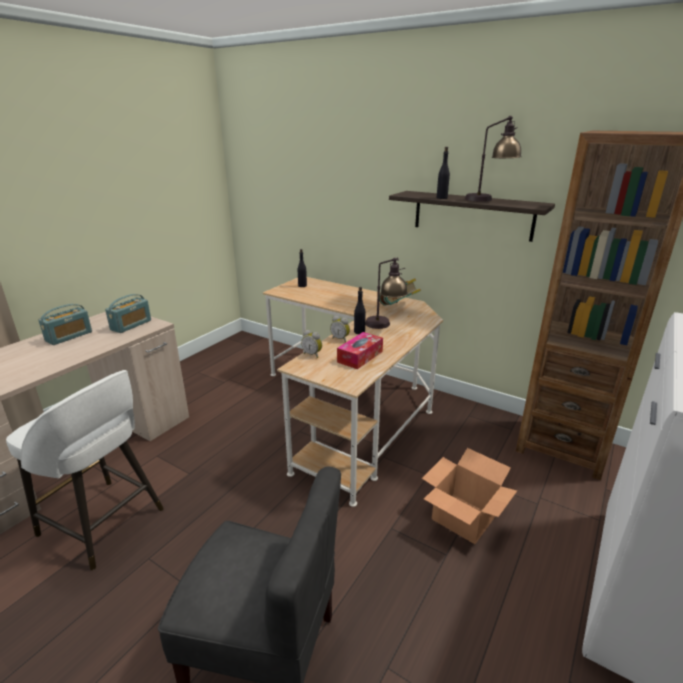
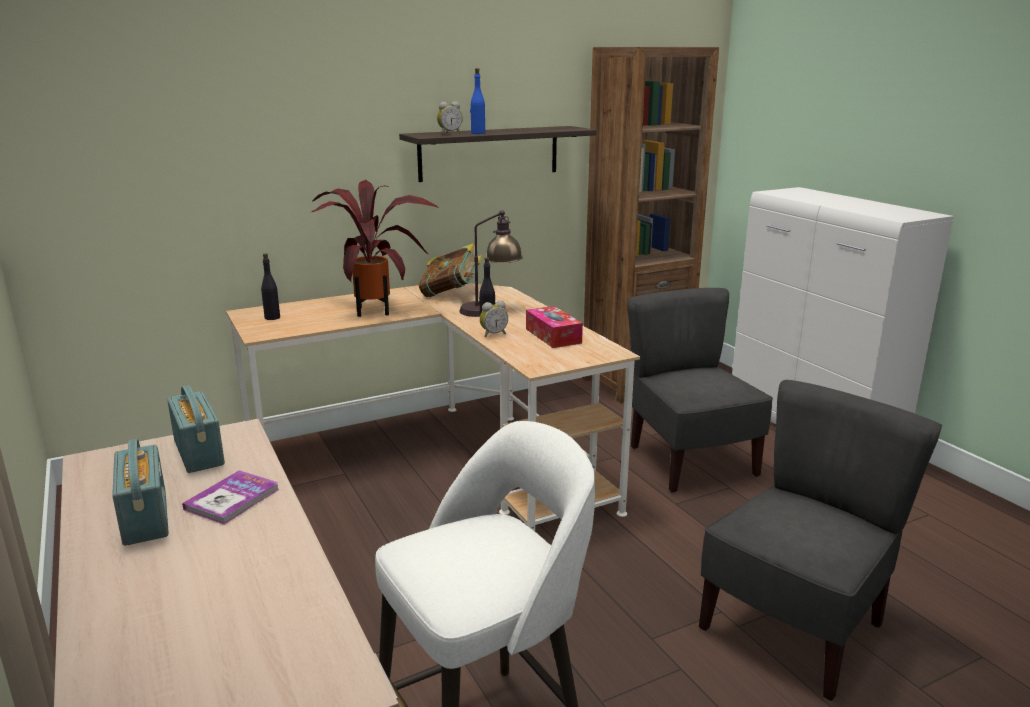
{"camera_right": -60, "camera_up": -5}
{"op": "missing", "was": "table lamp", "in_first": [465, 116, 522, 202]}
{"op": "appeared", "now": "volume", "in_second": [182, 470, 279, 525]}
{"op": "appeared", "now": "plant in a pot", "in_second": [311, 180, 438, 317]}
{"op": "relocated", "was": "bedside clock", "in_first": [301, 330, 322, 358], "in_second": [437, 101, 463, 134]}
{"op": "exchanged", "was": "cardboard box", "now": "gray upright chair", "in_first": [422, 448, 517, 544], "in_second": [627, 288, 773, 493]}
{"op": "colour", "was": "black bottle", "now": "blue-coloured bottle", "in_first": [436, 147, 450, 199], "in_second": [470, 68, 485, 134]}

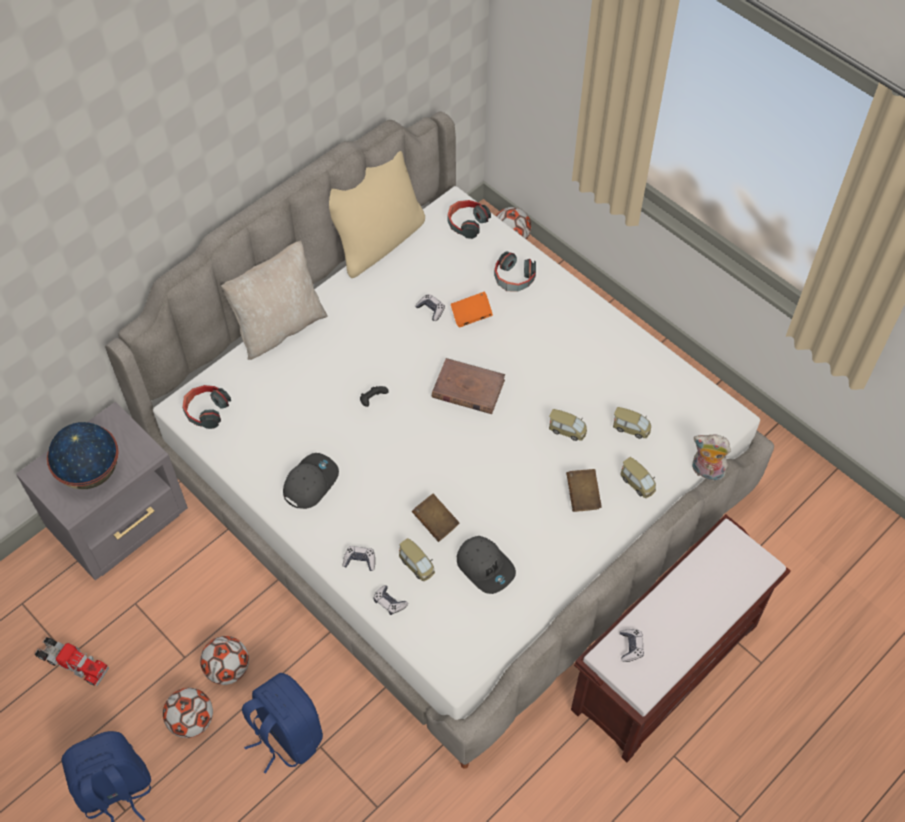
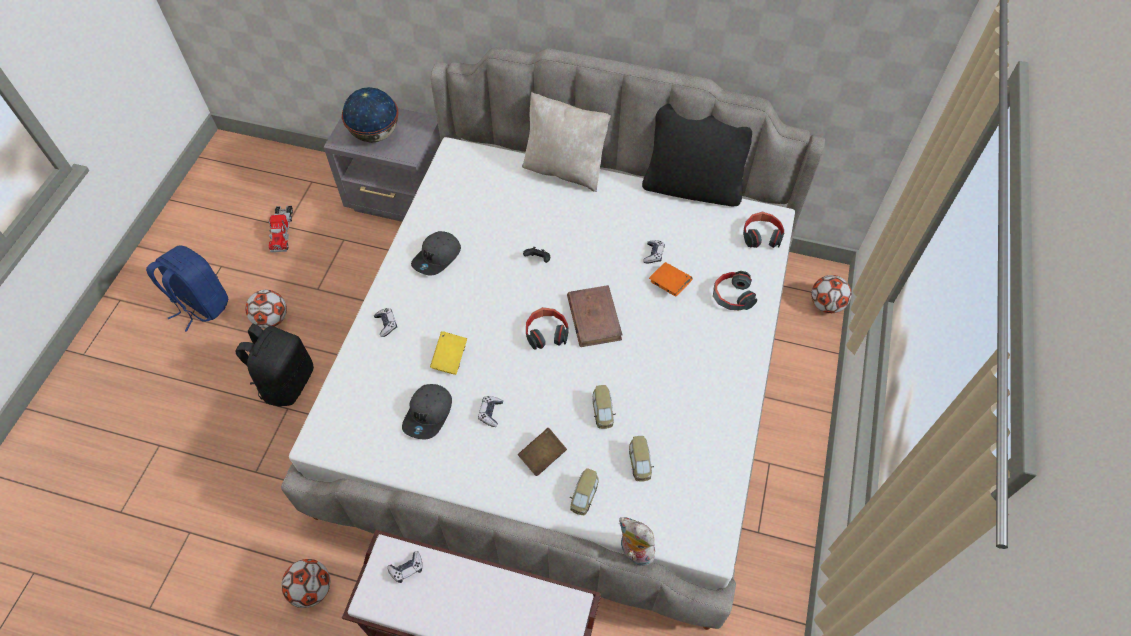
{"camera_right": 60, "camera_up": 0}
{"op": "missing", "was": "toy car", "in_first": [399, 538, 435, 581]}
{"op": "relocated", "was": "headphones", "in_first": [182, 385, 231, 429], "in_second": [526, 307, 569, 350]}
{"op": "relocated", "was": "ball for football", "in_first": [200, 636, 249, 685], "in_second": [282, 559, 330, 608]}
{"op": "relocated", "was": "gamepad", "in_first": [373, 585, 408, 615], "in_second": [478, 396, 503, 427]}
{"op": "colour", "was": "blue-coloured knapsack", "now": "black knapsack", "in_first": [242, 673, 323, 774], "in_second": [235, 324, 314, 407]}
{"op": "colour", "was": "beige-coloured pillow", "now": "black pillow", "in_first": [329, 151, 425, 278], "in_second": [642, 104, 752, 206]}
{"op": "colour", "was": "brown volume", "now": "yellow-coloured volume", "in_first": [412, 494, 460, 542], "in_second": [430, 331, 467, 375]}
{"op": "spun", "was": "gray peaked cap", "in_first": [283, 453, 339, 509], "in_second": [411, 231, 461, 276], "clockwise": 120}
{"op": "spun", "was": "cuddly toy", "in_first": [692, 434, 731, 481], "in_second": [619, 517, 655, 566], "clockwise": -45}

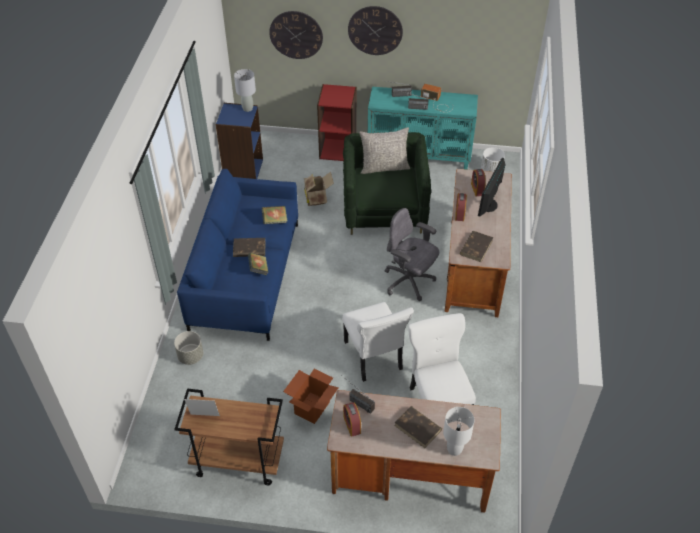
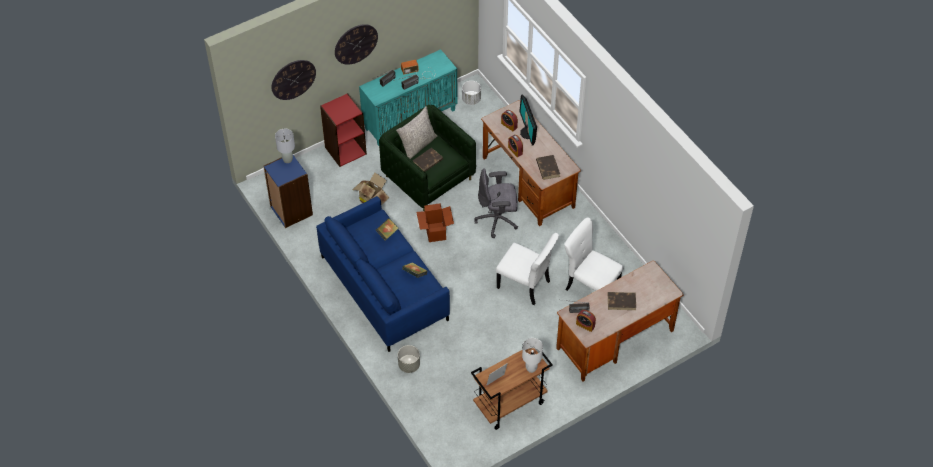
{"camera_right": -40, "camera_up": 5}
{"op": "relocated", "was": "brown volume", "in_first": [233, 238, 266, 257], "in_second": [413, 148, 443, 172]}
{"op": "relocated", "was": "cardboard box", "in_first": [283, 369, 339, 424], "in_second": [416, 203, 454, 242]}
{"op": "relocated", "was": "whitish table lamp", "in_first": [443, 407, 475, 456], "in_second": [522, 338, 543, 373]}

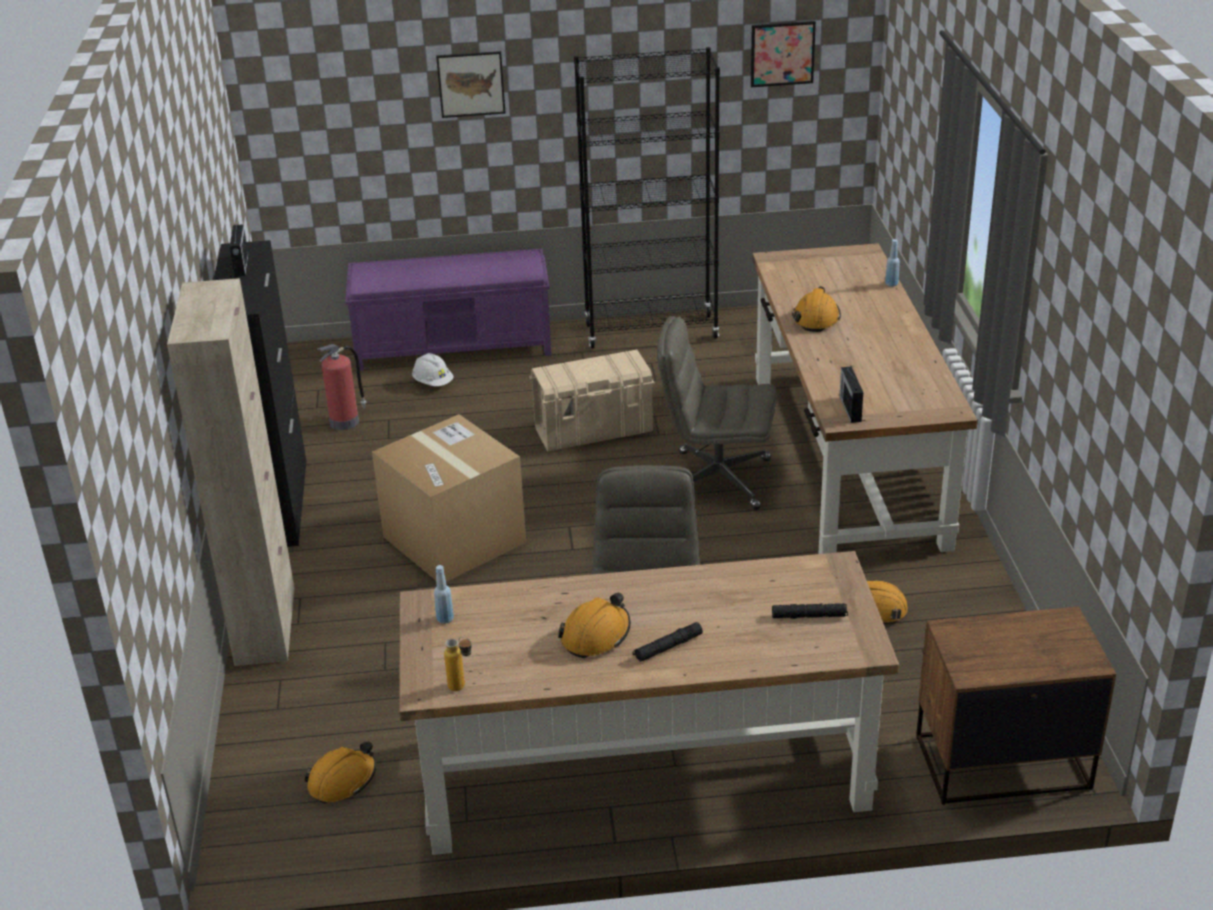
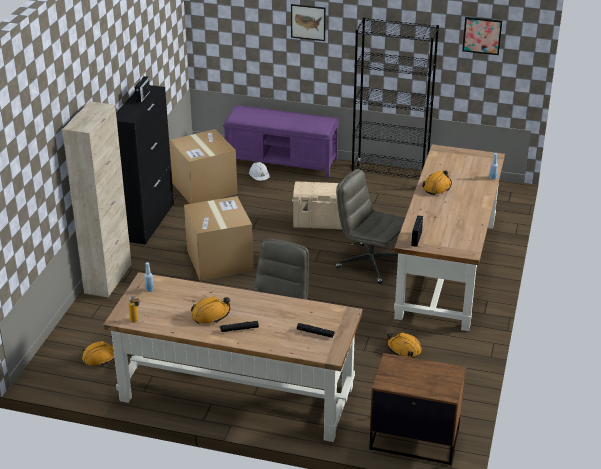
{"camera_right": 20, "camera_up": 0}
{"op": "exchanged", "was": "fire-fighting cylinder", "now": "cardboard box", "in_first": [317, 344, 366, 430], "in_second": [169, 129, 237, 204]}

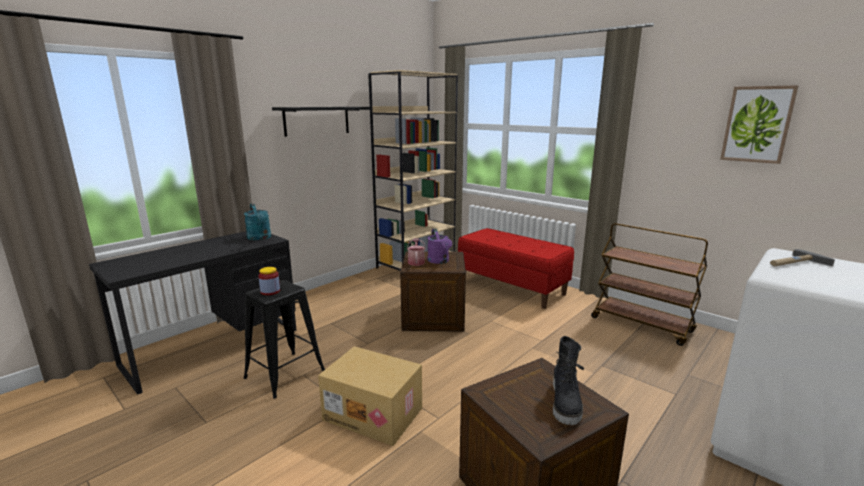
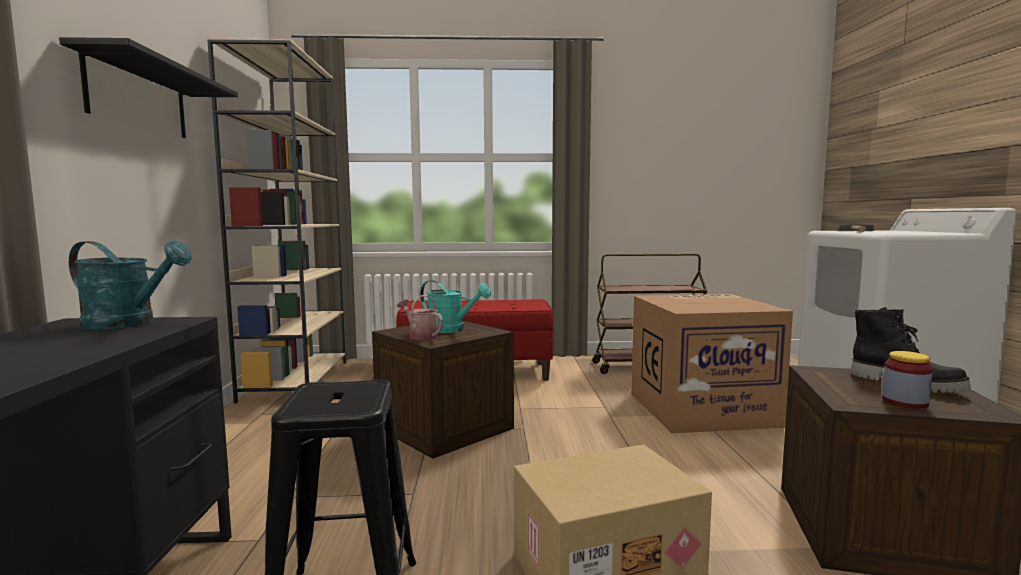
{"camera_right": -45, "camera_up": -10}
{"op": "missing", "was": "picture", "in_first": [720, 85, 798, 164]}
{"op": "appeared", "now": "cardboard box", "in_second": [631, 294, 793, 433]}
{"op": "relocated", "was": "preserve jar", "in_first": [258, 267, 280, 295], "in_second": [882, 351, 933, 409]}
{"op": "colour", "was": "purplish watering can", "now": "turquoise watering can", "in_first": [428, 229, 452, 264], "in_second": [420, 280, 491, 333]}

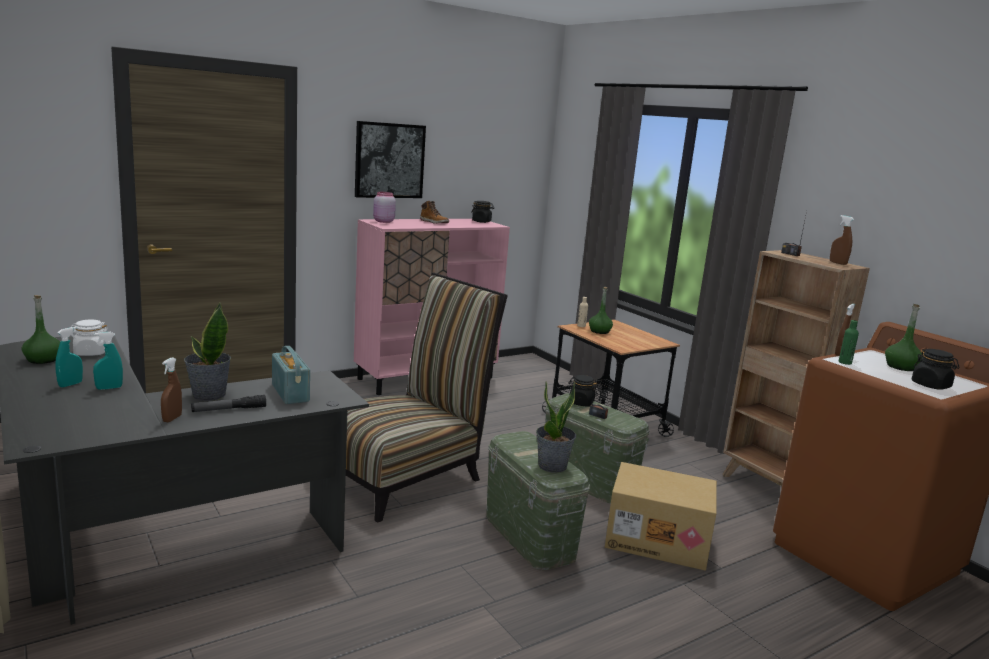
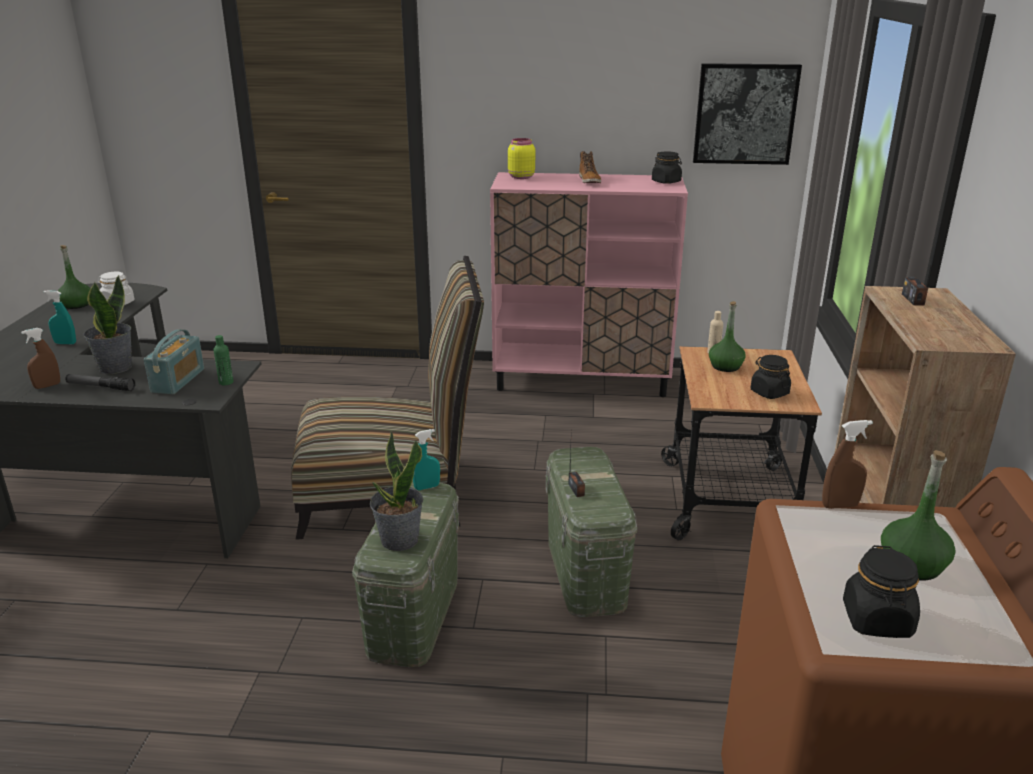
{"camera_right": 40, "camera_up": 10}
{"op": "missing", "was": "cardboard box", "in_first": [605, 462, 717, 571]}
{"op": "missing", "was": "brown hand sprayer", "in_first": [830, 215, 854, 265]}
{"op": "relocated", "was": "turquoise hand sprayer", "in_first": [55, 327, 83, 387], "in_second": [413, 429, 440, 490]}
{"op": "relocated", "was": "picture", "in_first": [355, 121, 426, 198], "in_second": [693, 63, 802, 165]}
{"op": "relocated", "was": "black preserve jar", "in_first": [568, 375, 598, 407], "in_second": [751, 355, 791, 399]}
{"op": "relocated", "was": "greenish bottle", "in_first": [839, 320, 859, 365], "in_second": [213, 335, 234, 385]}
{"op": "colour", "was": "pink preserve jar", "now": "yellow-coloured preserve jar", "in_first": [373, 192, 396, 223], "in_second": [508, 138, 535, 179]}

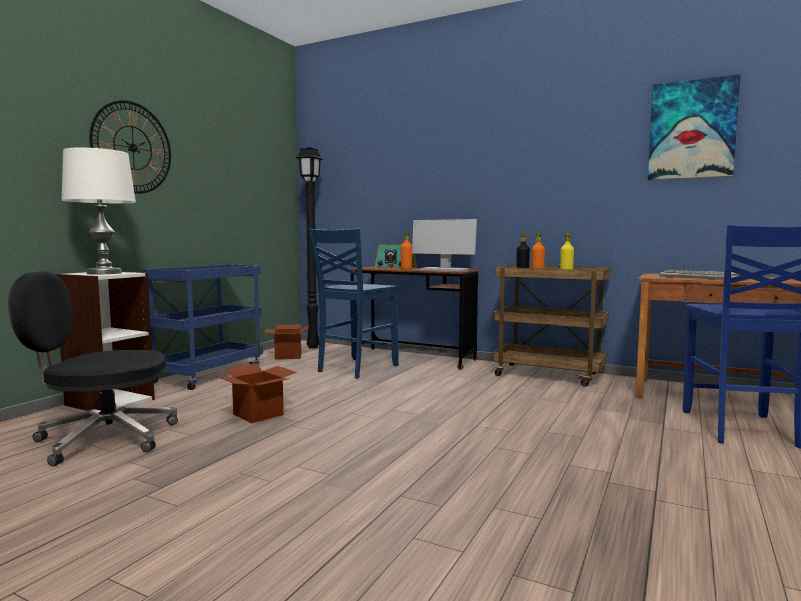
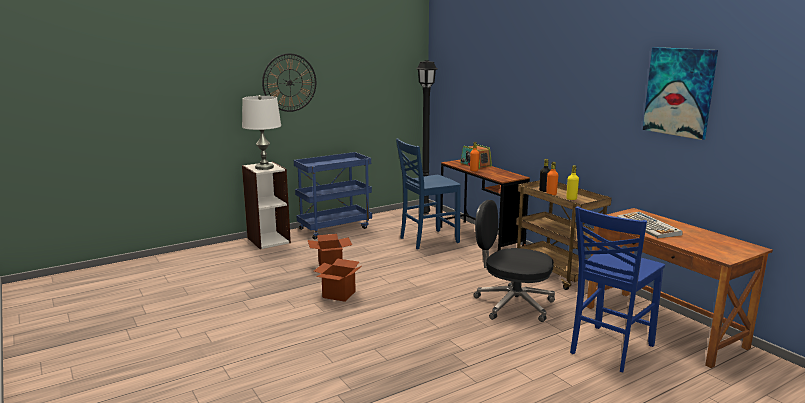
{"camera_right": 30, "camera_up": 10}
{"op": "missing", "was": "computer screen", "in_first": [412, 219, 477, 271]}
{"op": "relocated", "was": "black desk chair", "in_first": [8, 271, 178, 466], "in_second": [473, 200, 555, 322]}
{"op": "relocated", "was": "cardboard box", "in_first": [265, 324, 309, 360], "in_second": [314, 258, 362, 302]}

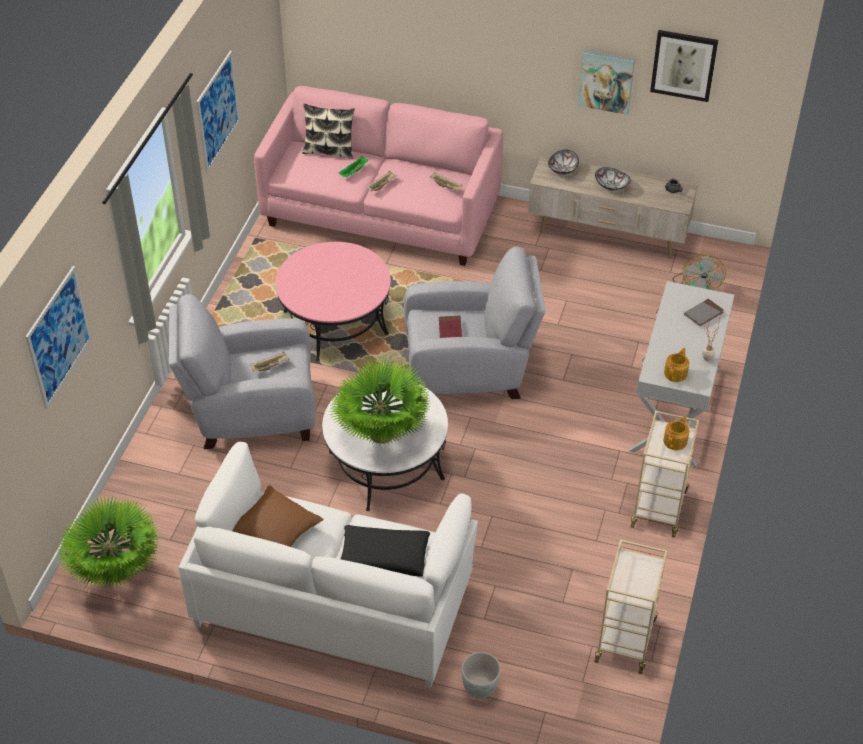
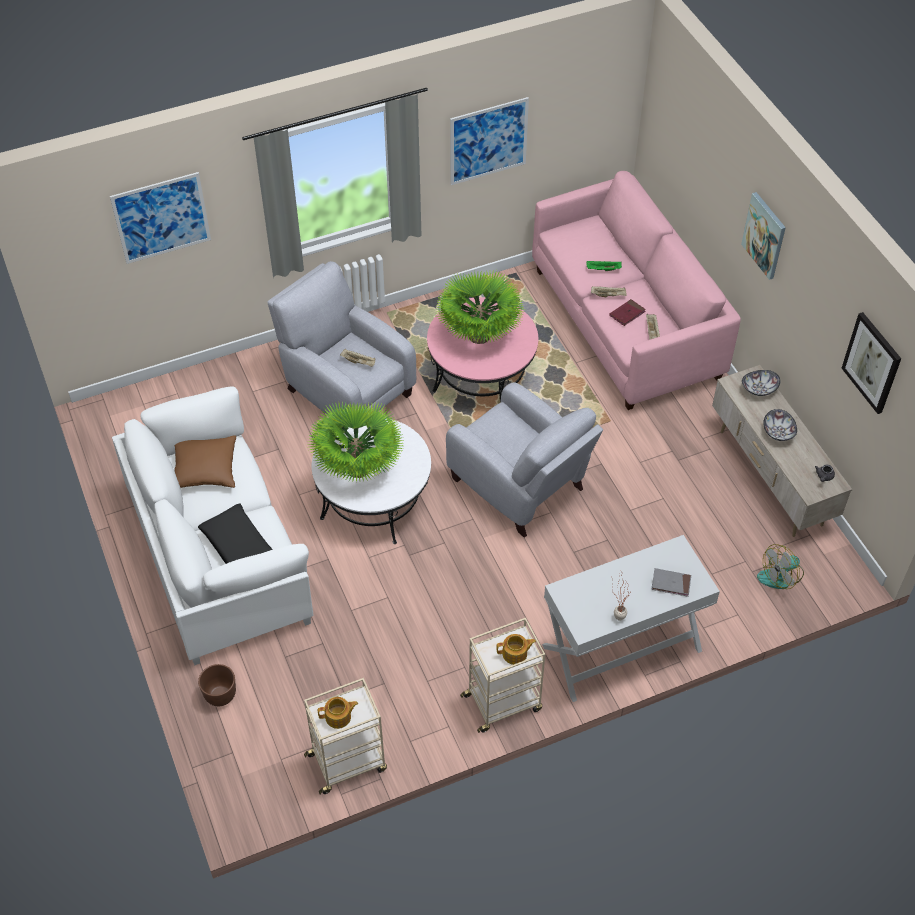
{"camera_right": 50, "camera_up": 5}
{"op": "missing", "was": "pillow", "in_first": [302, 104, 355, 159]}
{"op": "relocated", "was": "plant in a pot", "in_first": [57, 495, 159, 588], "in_second": [435, 270, 524, 344]}
{"op": "relocated", "was": "red-coloured volume", "in_first": [439, 316, 462, 338], "in_second": [609, 299, 646, 326]}
{"op": "relocated", "was": "picture", "in_first": [578, 50, 635, 115], "in_second": [741, 192, 786, 280]}
{"op": "relocated", "was": "teapot", "in_first": [664, 348, 689, 382], "in_second": [318, 697, 358, 729]}
{"op": "colour", "was": "gray flower pot", "now": "brown flower pot", "in_first": [461, 652, 501, 698], "in_second": [198, 664, 236, 706]}

